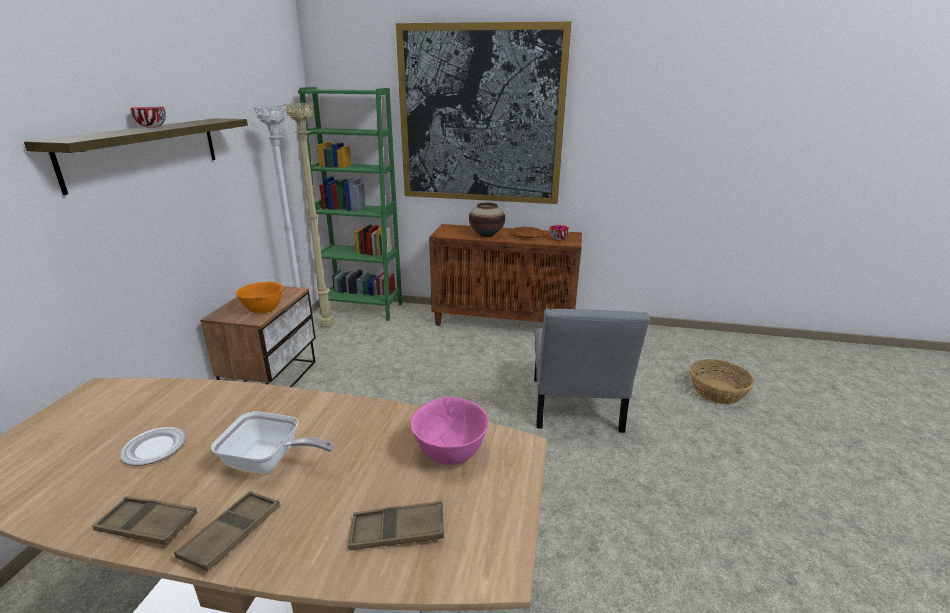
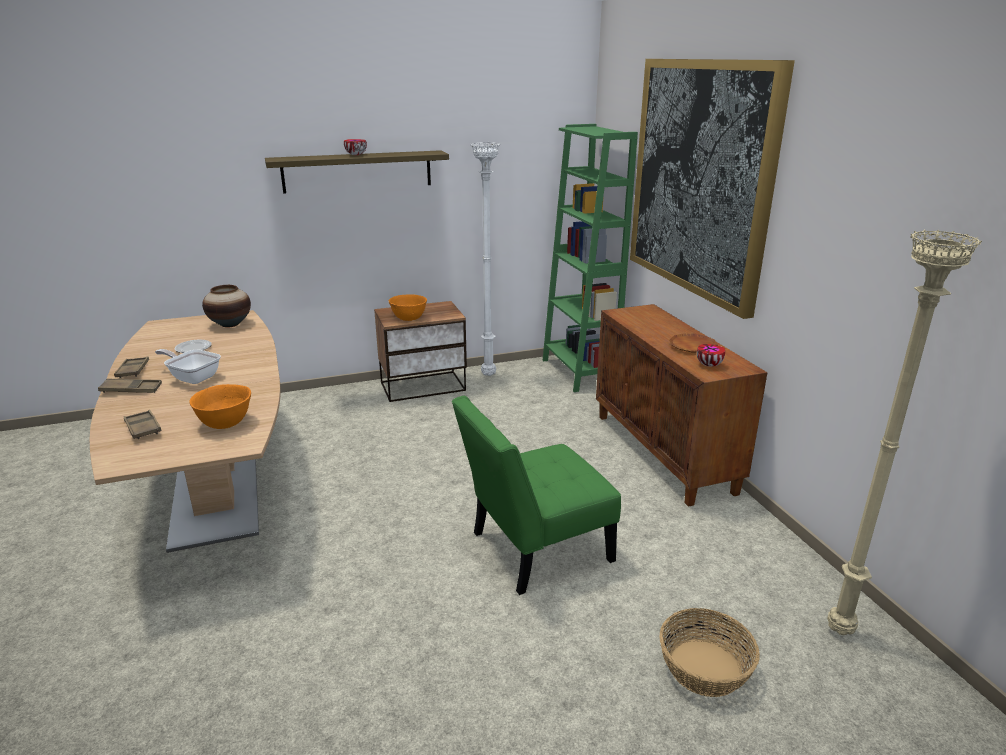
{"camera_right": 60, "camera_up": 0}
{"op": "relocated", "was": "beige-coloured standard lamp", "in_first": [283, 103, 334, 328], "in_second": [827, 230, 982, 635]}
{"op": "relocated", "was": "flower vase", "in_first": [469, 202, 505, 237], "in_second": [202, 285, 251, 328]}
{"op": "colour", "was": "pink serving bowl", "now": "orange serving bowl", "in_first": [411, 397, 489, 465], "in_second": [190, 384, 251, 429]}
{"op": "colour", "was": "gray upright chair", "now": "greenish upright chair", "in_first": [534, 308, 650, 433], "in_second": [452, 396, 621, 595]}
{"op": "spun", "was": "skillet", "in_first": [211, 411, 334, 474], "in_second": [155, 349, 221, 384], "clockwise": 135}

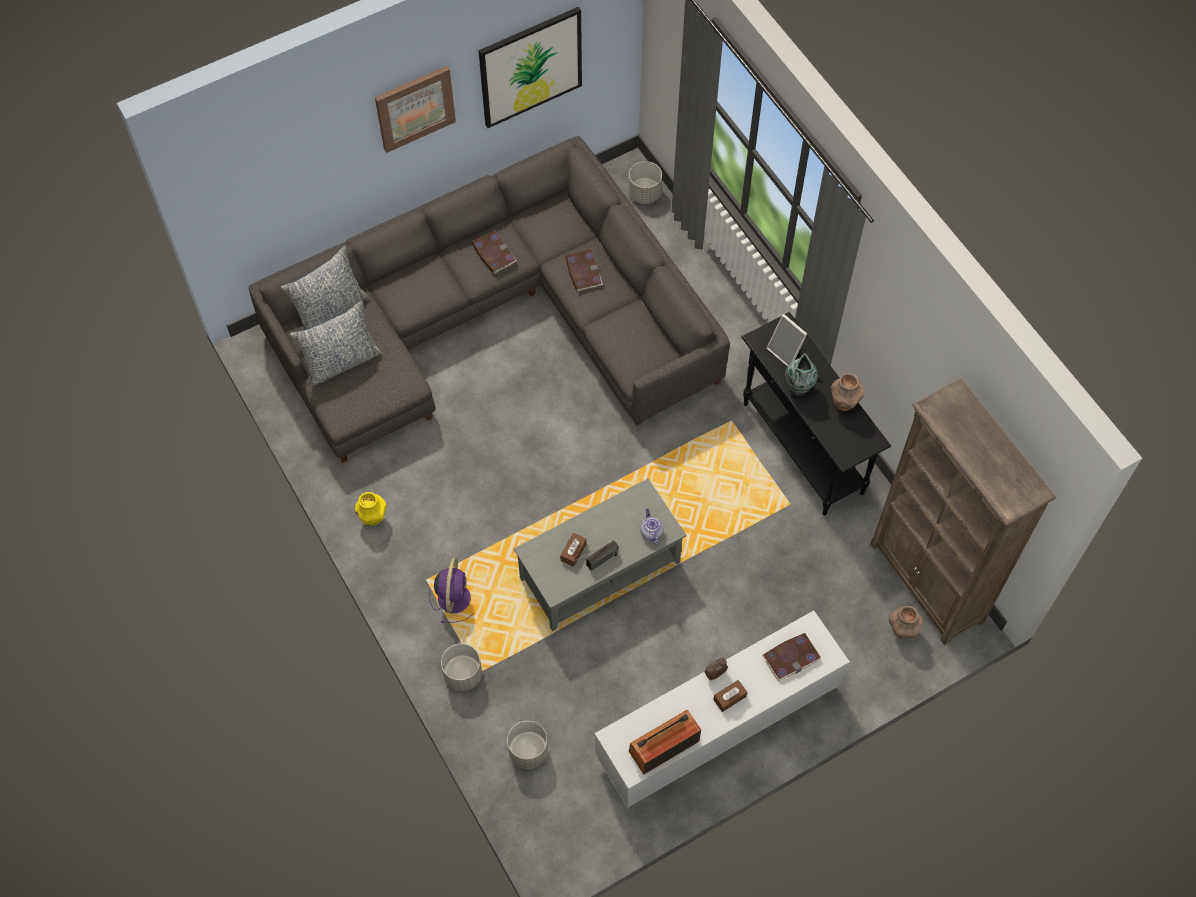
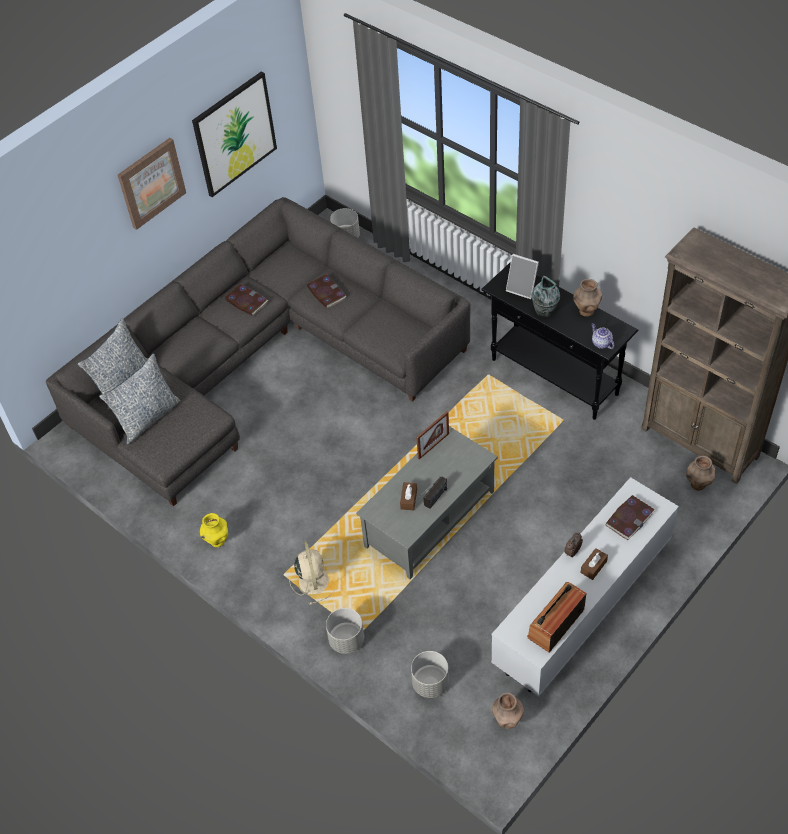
{"camera_right": -15, "camera_up": -10}
{"op": "appeared", "now": "standing frame", "in_second": [416, 411, 449, 459]}
{"op": "appeared", "now": "brown flower vase", "in_second": [492, 692, 524, 729]}
{"op": "relocated", "was": "teapot", "in_first": [640, 509, 664, 546], "in_second": [592, 323, 614, 349]}
{"op": "colour", "was": "purplish electric fan", "now": "beige-coloured electric fan", "in_first": [429, 558, 474, 623], "in_second": [289, 541, 336, 605]}

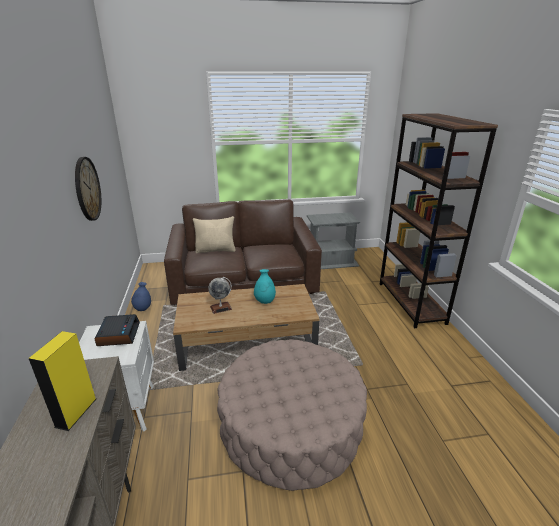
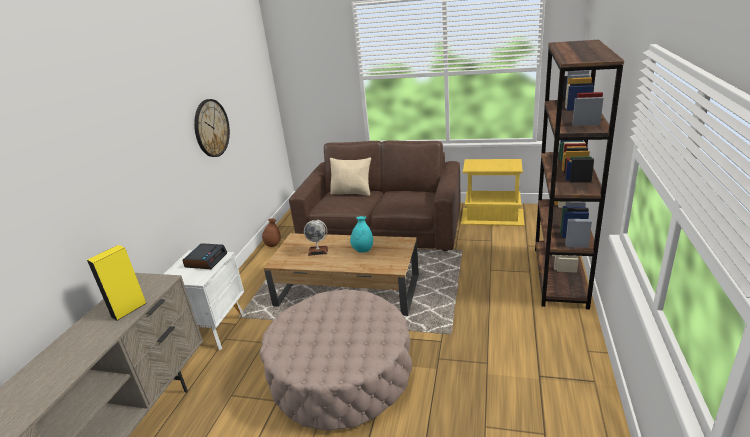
{"camera_right": 25, "camera_up": 0}
{"op": "colour", "was": "blue-coloured flower vase", "now": "brown flower vase", "in_first": [131, 282, 151, 311], "in_second": [262, 218, 281, 247]}
{"op": "colour", "was": "gray side table", "now": "yellow-coloured side table", "in_first": [307, 212, 360, 269], "in_second": [461, 159, 524, 226]}

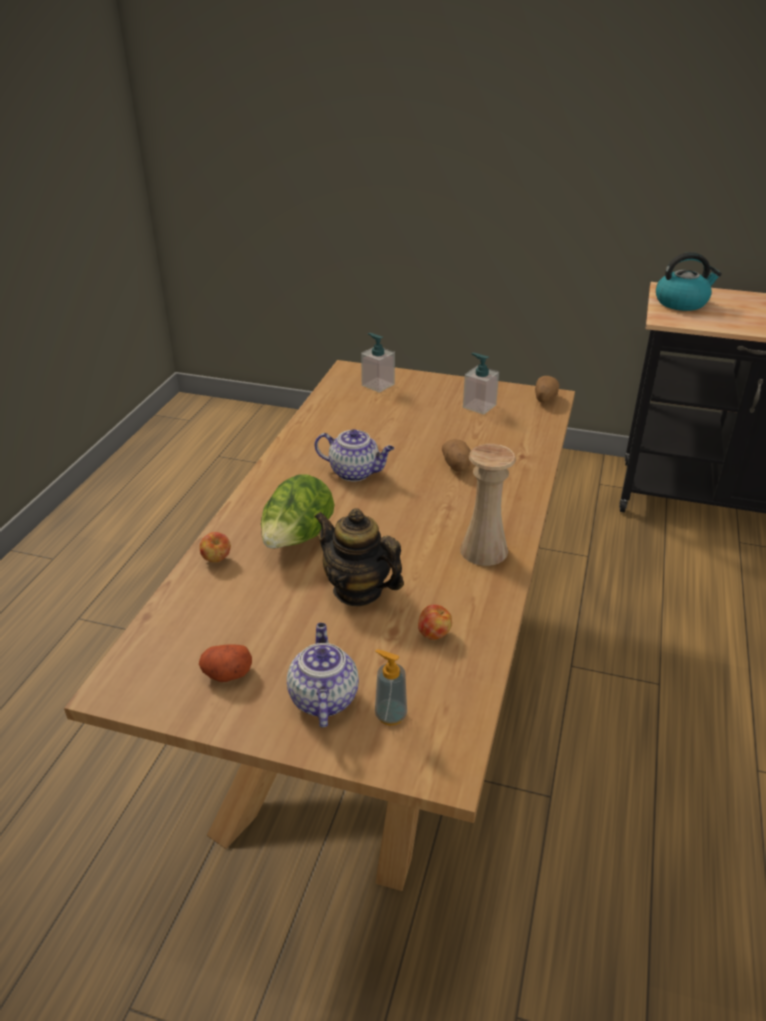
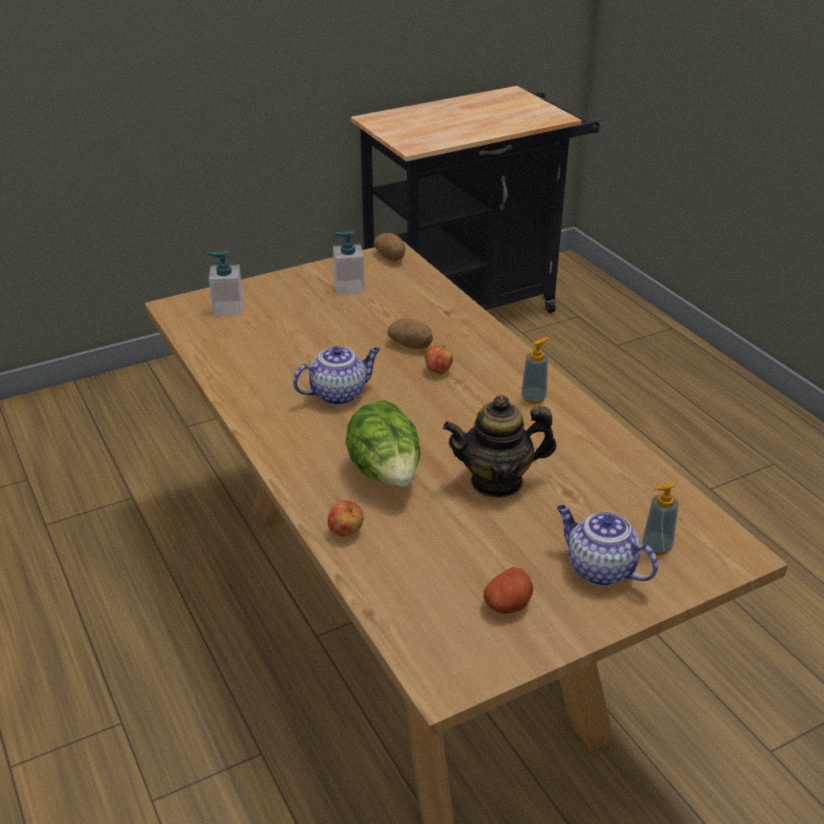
{"camera_right": -45, "camera_up": 0}
{"op": "missing", "was": "kettle", "in_first": [656, 252, 722, 311]}
{"op": "relocated", "was": "whole apple", "in_first": [418, 605, 452, 640], "in_second": [425, 345, 453, 374]}
{"op": "exchanged", "was": "beige-coloured flower vase", "now": "liquid soap bottle", "in_first": [460, 444, 516, 566], "in_second": [521, 337, 549, 404]}

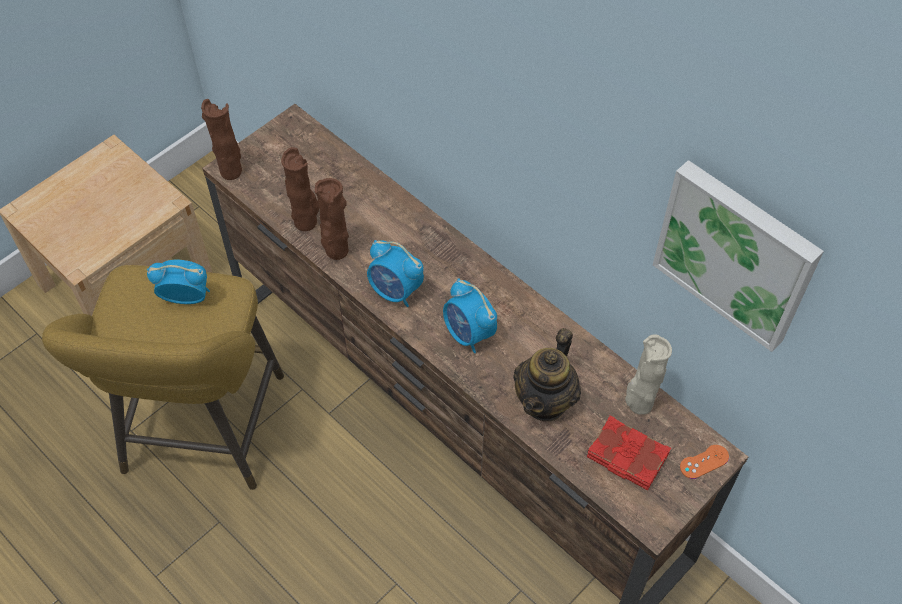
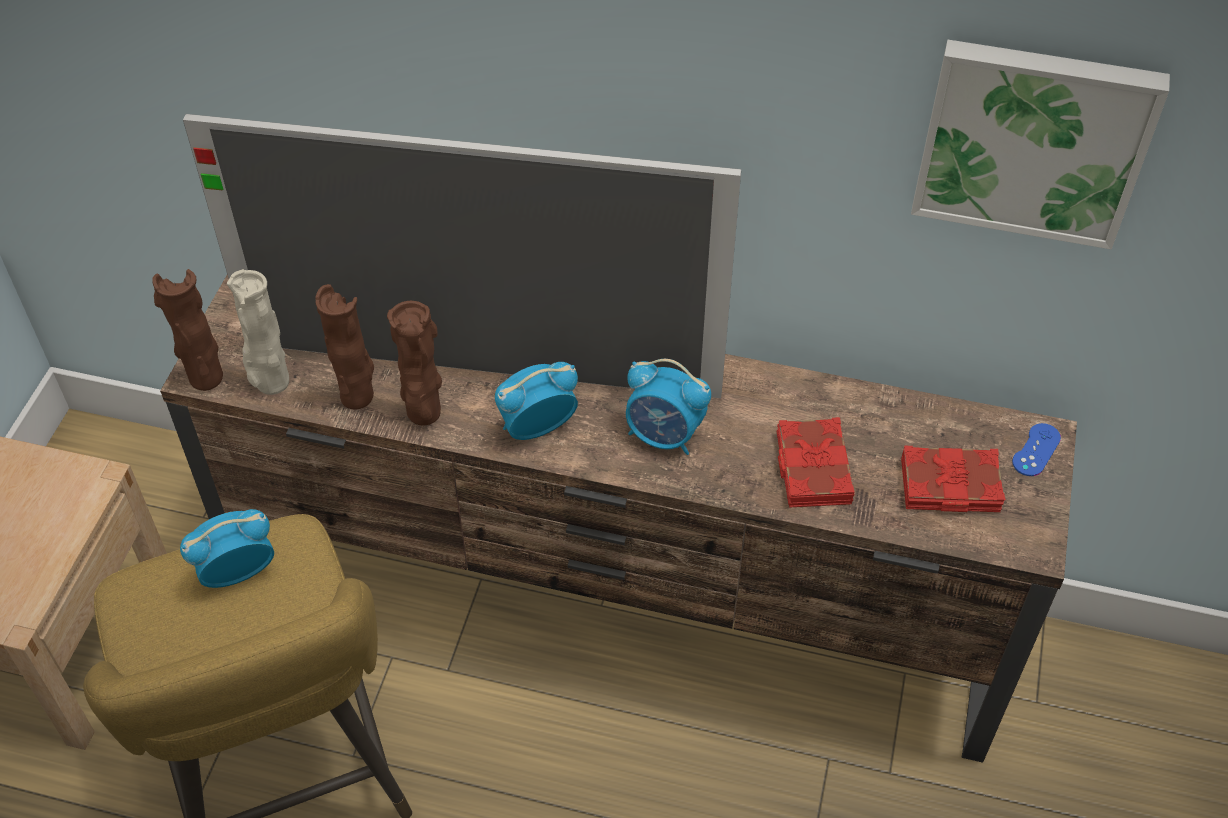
{"camera_right": -30, "camera_up": -5}
{"op": "appeared", "now": "television", "in_second": [183, 114, 741, 398]}
{"op": "relocated", "was": "beige-coloured flower vase", "in_first": [625, 335, 672, 415], "in_second": [227, 269, 289, 395]}
{"op": "exchanged", "was": "teapot", "now": "red-coloured volume", "in_first": [513, 328, 581, 421], "in_second": [776, 417, 855, 508]}
{"op": "colour", "was": "orange gamepad", "now": "blue-coloured gamepad", "in_first": [680, 445, 729, 479], "in_second": [1012, 423, 1061, 476]}
{"op": "spun", "was": "bedside clock", "in_first": [367, 240, 424, 307], "in_second": [495, 362, 578, 440], "clockwise": 150}

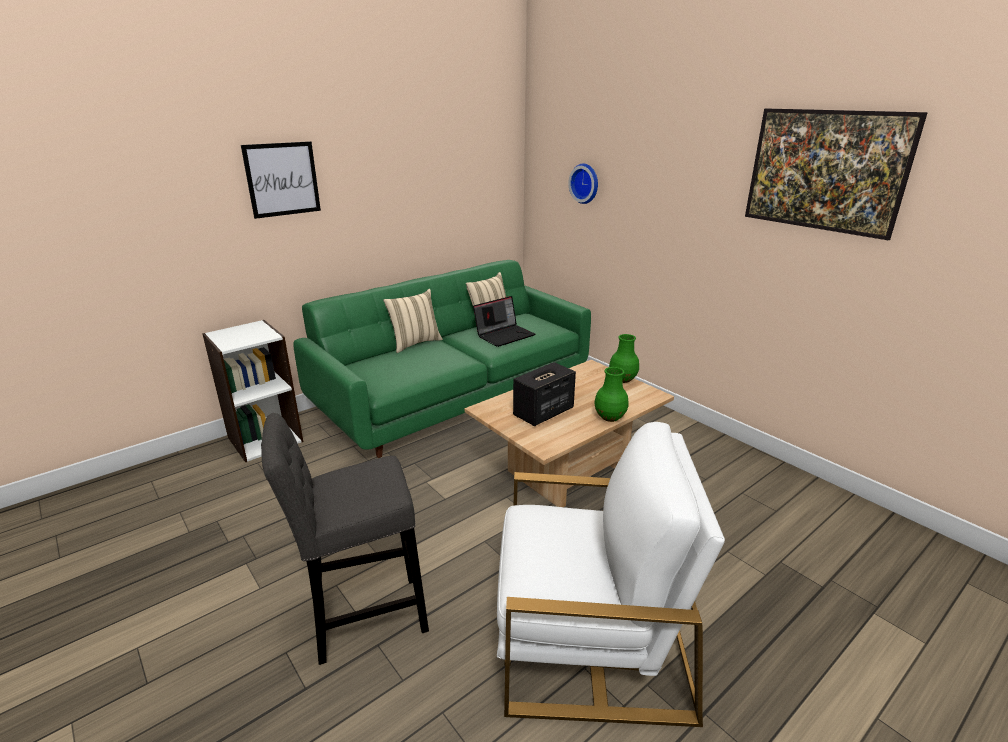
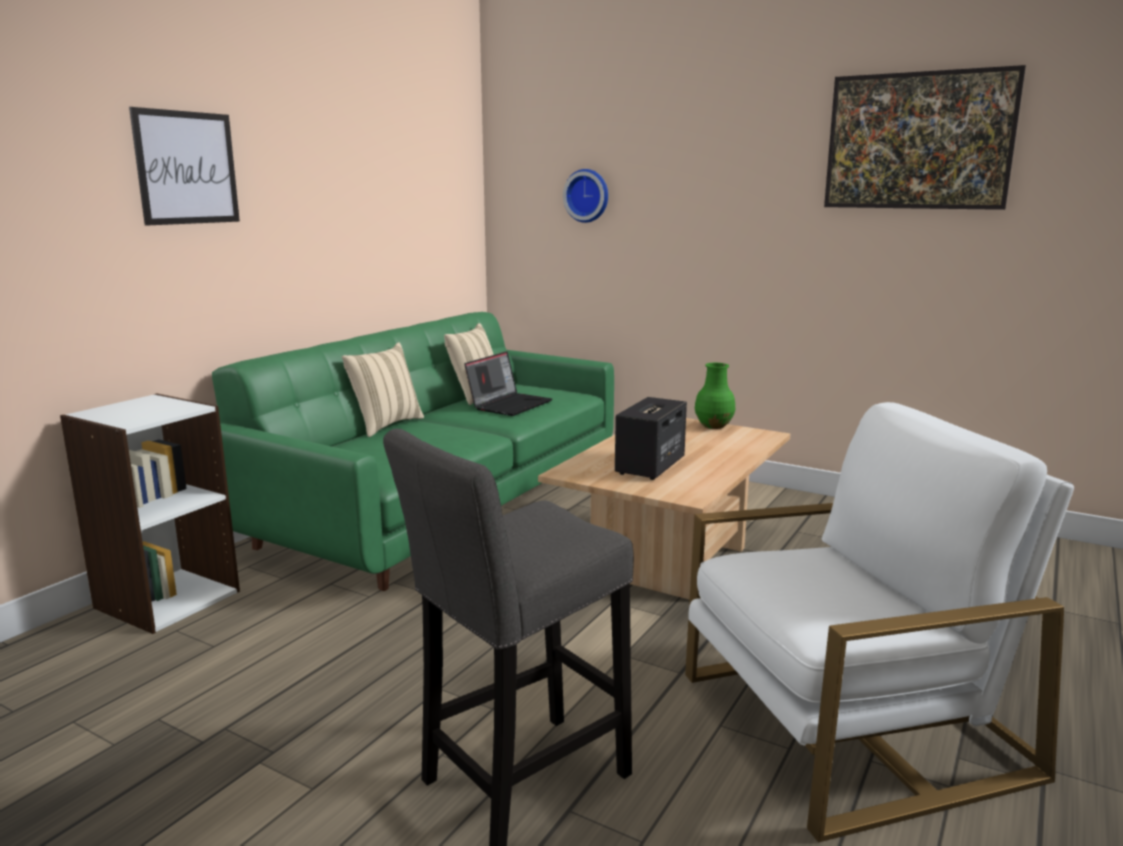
{"camera_right": -20, "camera_up": -10}
{"op": "missing", "was": "greenish flower vase", "in_first": [594, 367, 629, 422]}

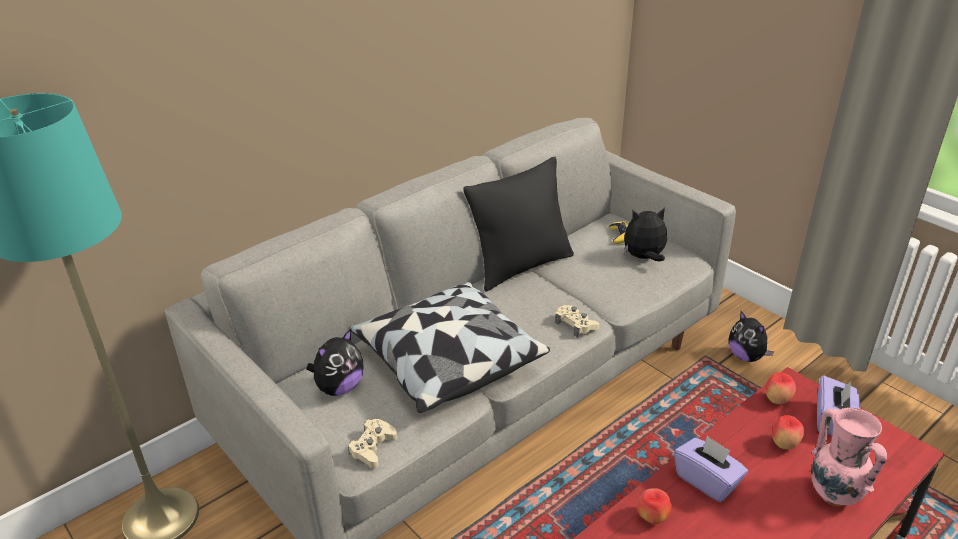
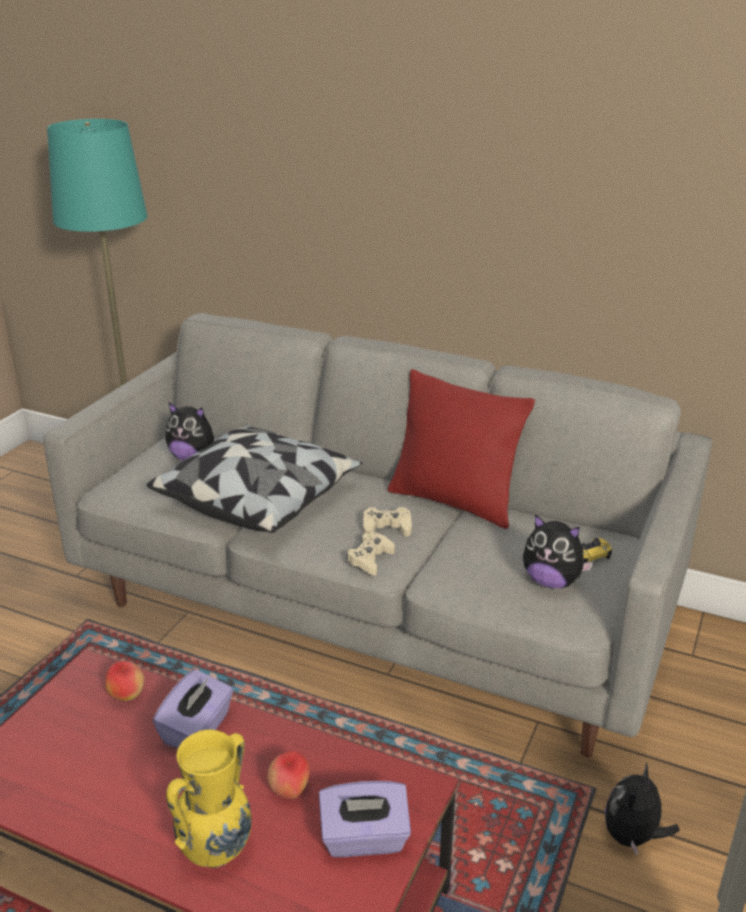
{"camera_right": 65, "camera_up": -5}
{"op": "missing", "was": "whole apple", "in_first": [765, 372, 796, 404]}
{"op": "relocated", "was": "beige-coloured gamepad", "in_first": [348, 419, 397, 468], "in_second": [363, 507, 412, 537]}
{"op": "colour", "was": "black pillow", "now": "red-coloured pillow", "in_first": [463, 156, 574, 292], "in_second": [388, 369, 535, 529]}
{"op": "colour", "was": "pink flower vase", "now": "yellow-coloured flower vase", "in_first": [811, 407, 887, 506], "in_second": [166, 729, 252, 868]}
{"op": "spun", "was": "cuddly toy", "in_first": [624, 208, 667, 262], "in_second": [523, 514, 593, 588], "clockwise": 150}

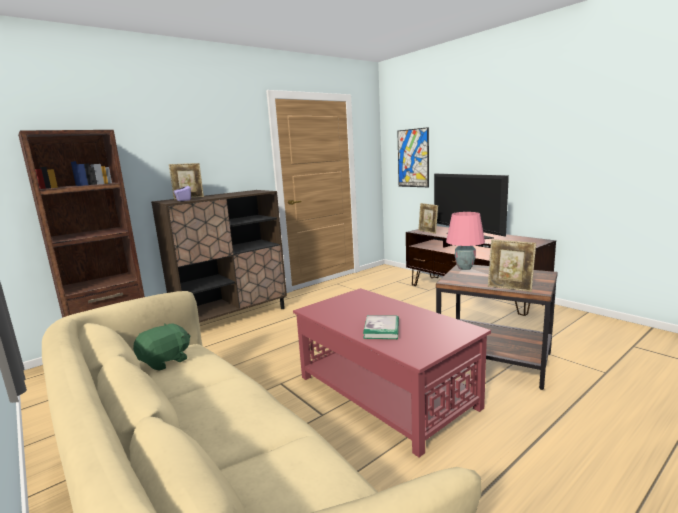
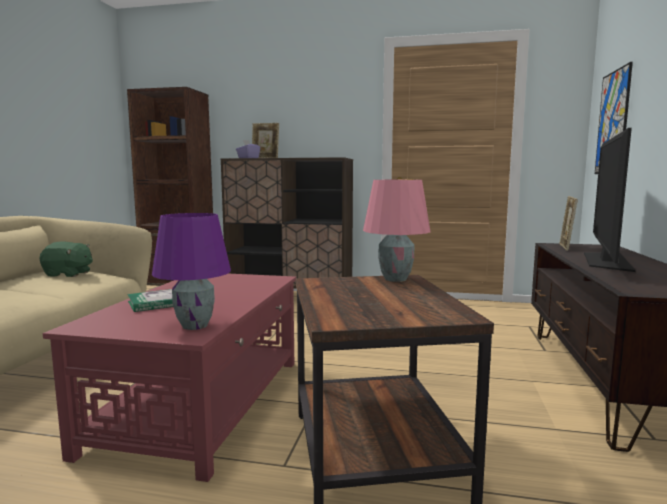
{"camera_right": 50, "camera_up": -5}
{"op": "missing", "was": "standing frame", "in_first": [488, 239, 536, 292]}
{"op": "appeared", "now": "purplish table lamp", "in_second": [152, 213, 231, 330]}

